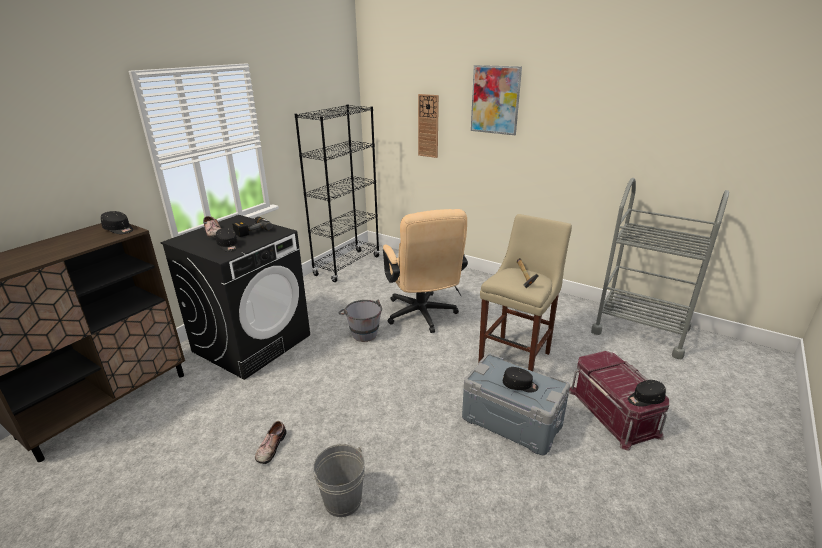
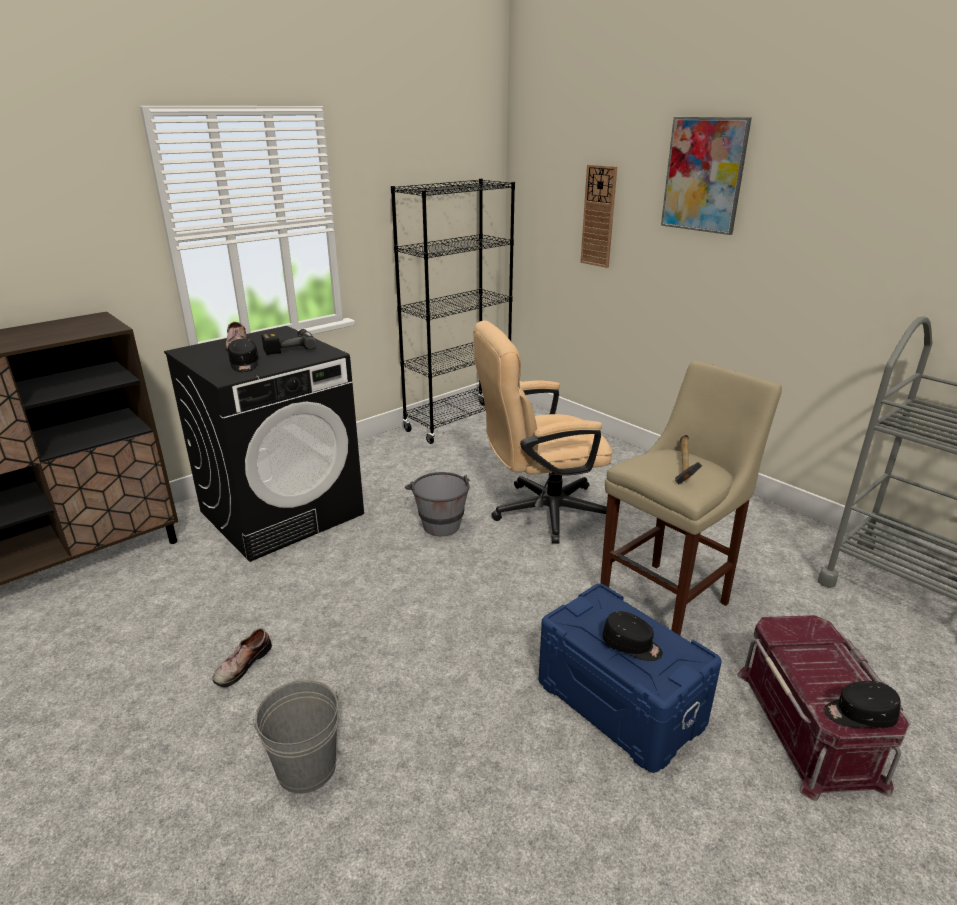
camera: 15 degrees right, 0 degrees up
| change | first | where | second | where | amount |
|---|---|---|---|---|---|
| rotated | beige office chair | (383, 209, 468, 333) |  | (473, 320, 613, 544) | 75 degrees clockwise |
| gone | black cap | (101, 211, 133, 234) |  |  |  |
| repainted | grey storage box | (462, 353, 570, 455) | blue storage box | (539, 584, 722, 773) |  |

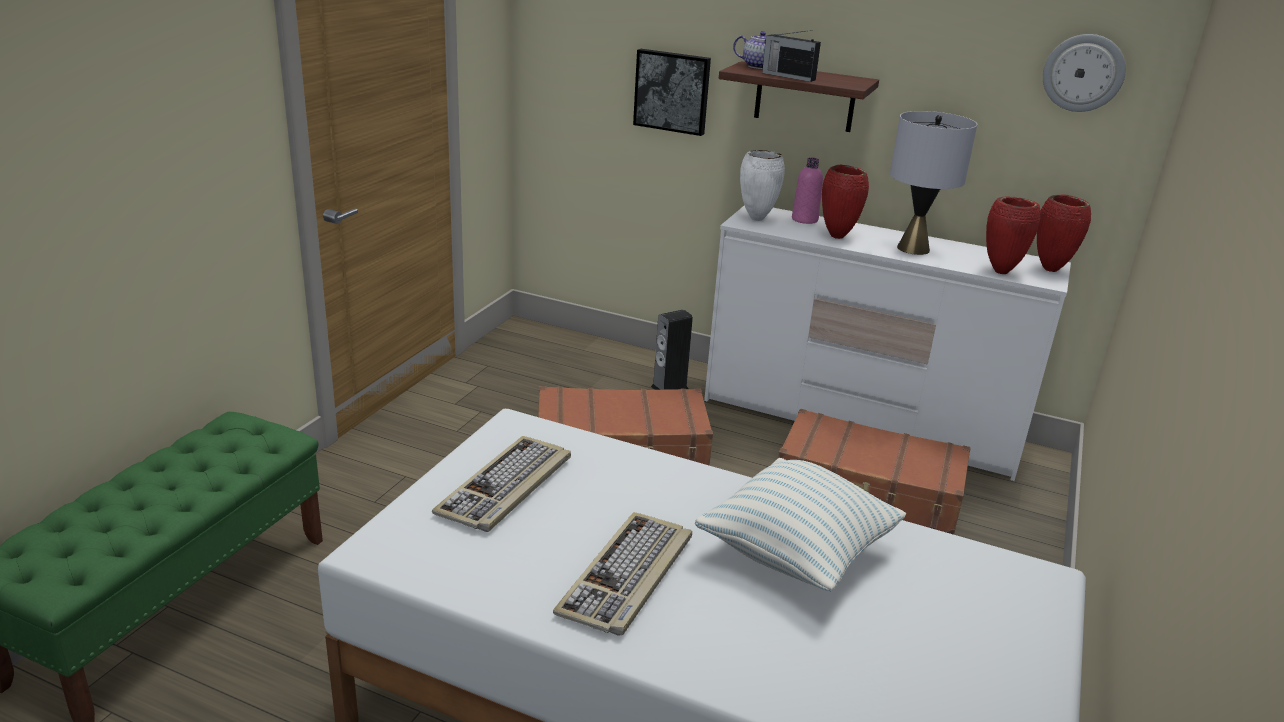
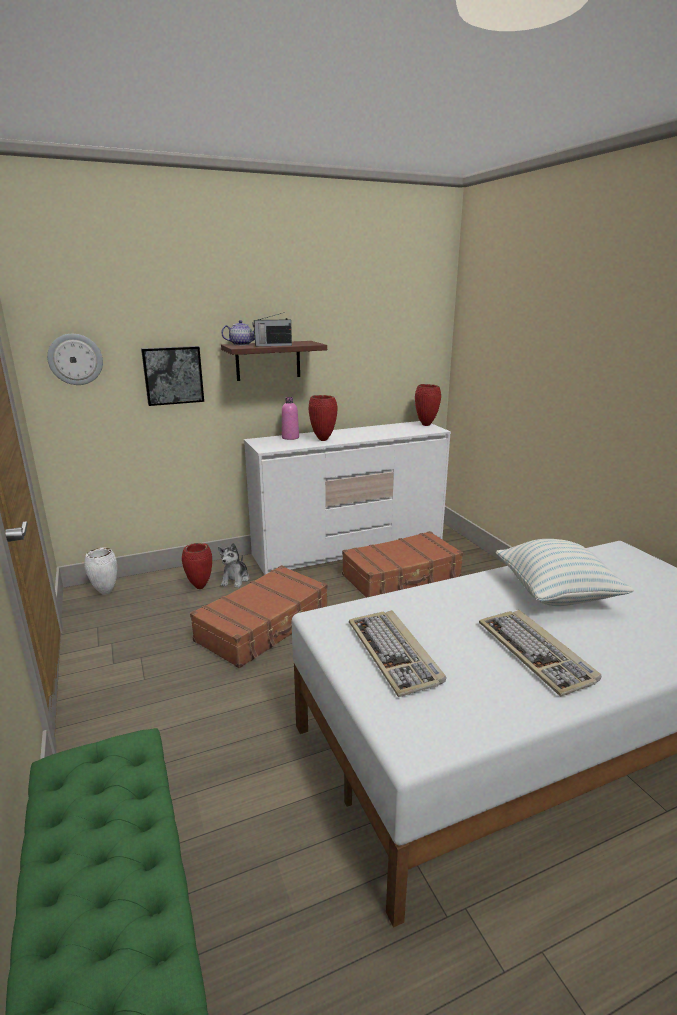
camera: 45 degrees left, 5 degrees down
| change | first | where | second | where | amount |
|---|---|---|---|---|---|
| shifted | wall clock | (1043, 34, 1126, 112) |  | (47, 334, 103, 385) |  |
| gone | grey table lamp | (890, 111, 977, 255) |  |  |  |
| shifted | white vase | (740, 150, 785, 221) |  | (84, 548, 117, 595) |  |
| shifted | red vase | (986, 196, 1041, 274) |  | (182, 543, 212, 589) |  |
| swapped | speaker | (651, 309, 693, 390) | plush toy | (218, 543, 249, 588) |  |

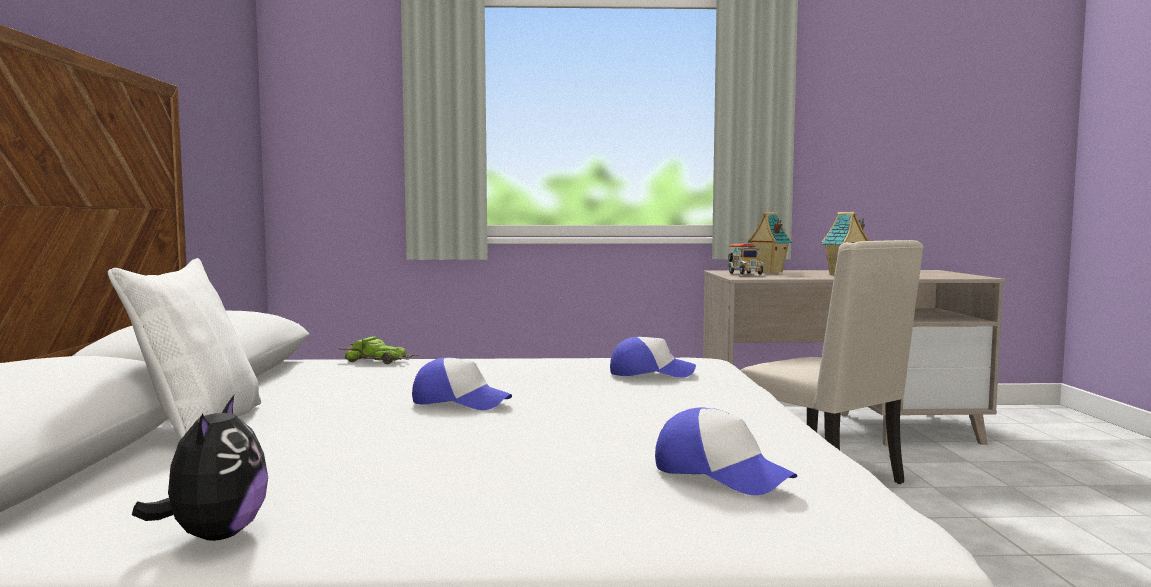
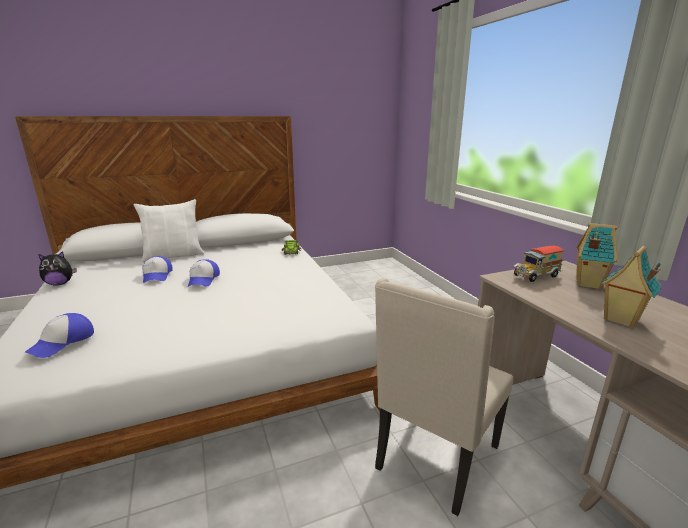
camera: 70 degrees right, 15 degrees up
| change | first | where | second | where | amount |
|---|---|---|---|---|---|
| shifted | cap | (610, 337, 696, 378) |  | (142, 256, 173, 283) |  |

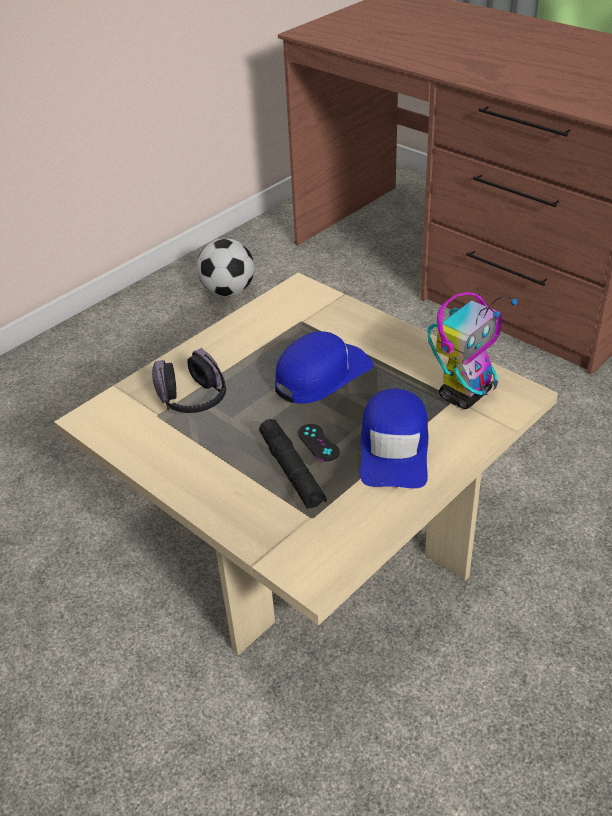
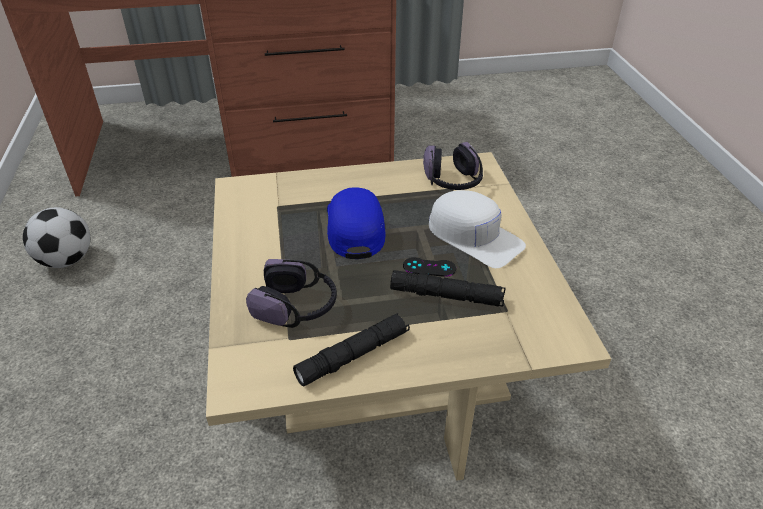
camera: 55 degrees left, 0 degrees up
| change | first | where | second | where | amount |
|---|---|---|---|---|---|
| swapped | toy robot | (428, 292, 518, 409) | headphones | (423, 142, 483, 190) |  |
| repainted | blue cap | (360, 389, 428, 488) | white cap | (429, 190, 526, 268) |  |
| new |  |  | black flashlight | (293, 313, 410, 387) |  |

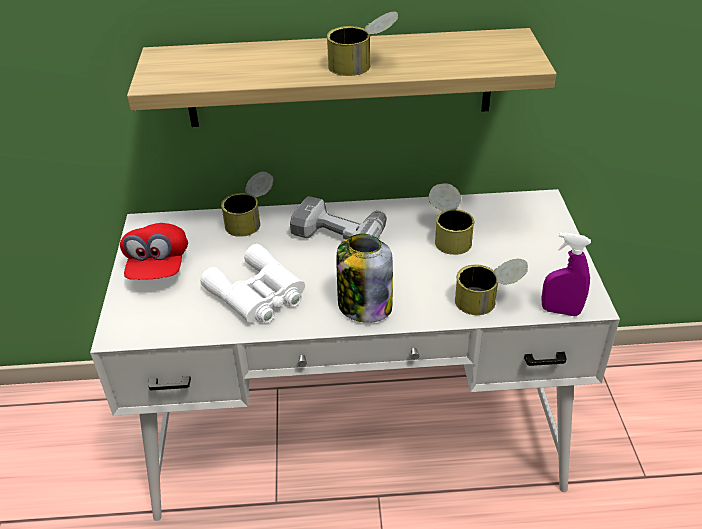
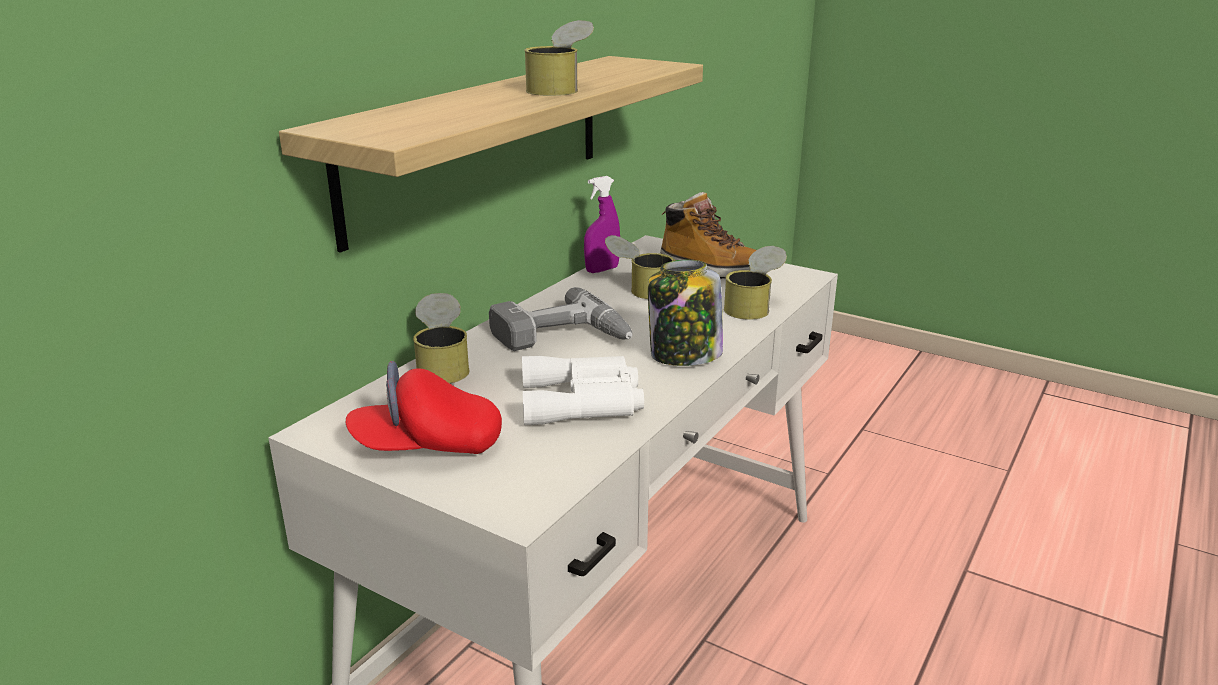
camera: 55 degrees left, 15 degrees down
| change | first | where | second | where | amount |
|---|---|---|---|---|---|
| rotated | red cap | (120, 223, 188, 280) |  | (346, 361, 502, 454) | 135 degrees clockwise |
| shifted | purple spray bottle | (542, 233, 591, 316) |  | (584, 176, 620, 273) |  |
| new |  |  | boot | (660, 192, 756, 279) |  |

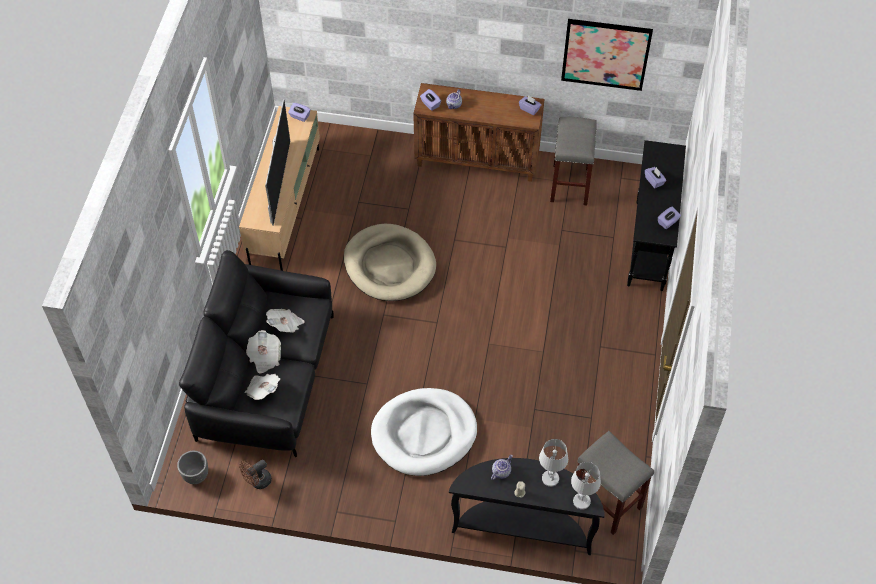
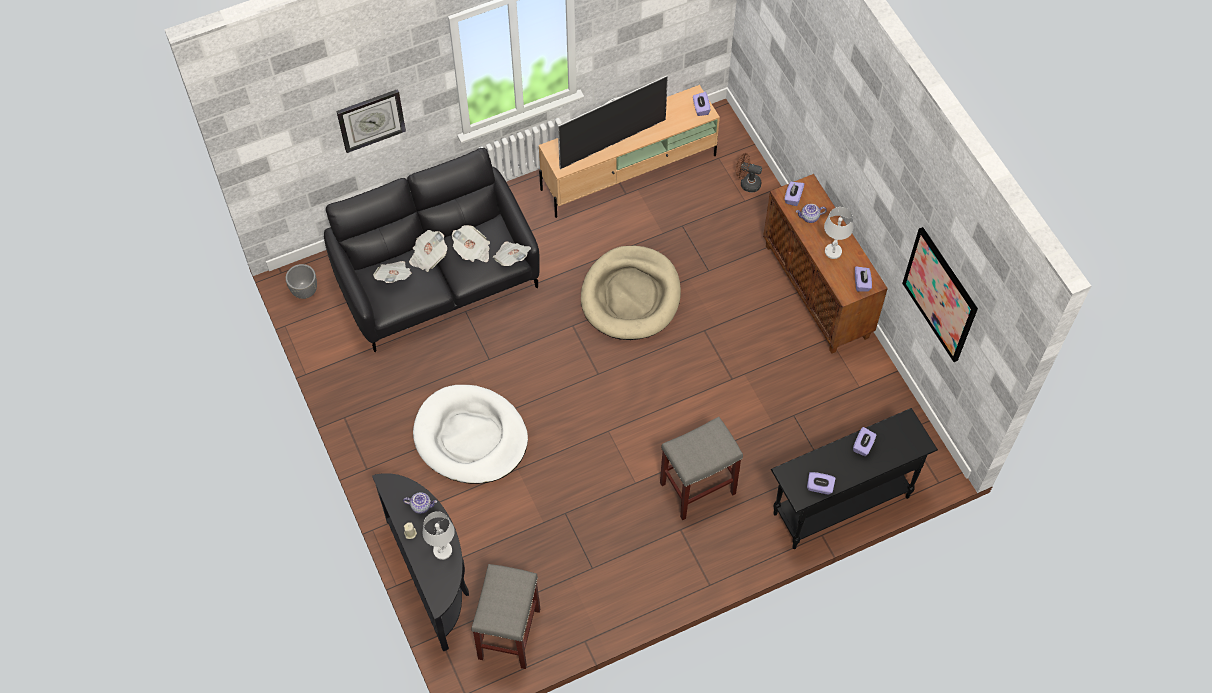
camera: 55 degrees right, 5 degrees up
| change | first | where | second | where | amount |
|---|---|---|---|---|---|
| shifted | grey stool | (550, 117, 597, 206) |  | (660, 417, 743, 520) |  |
| shifted | brown fan | (239, 460, 272, 489) |  | (736, 153, 762, 192) |  |
| shifted | white table lamp | (571, 462, 601, 510) |  | (824, 207, 853, 259) |  |
| new |  |  | wall clock | (336, 89, 406, 153) |  |
| new |  |  | newspaper | (493, 242, 531, 266) |  |

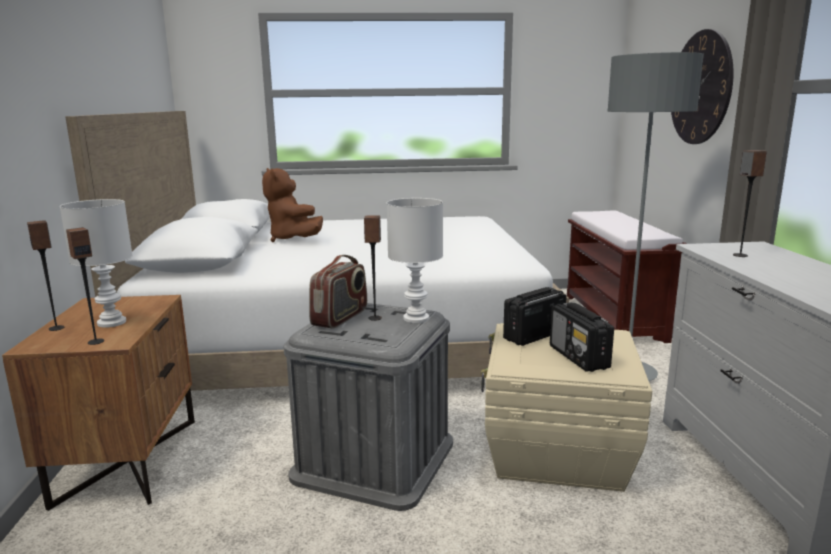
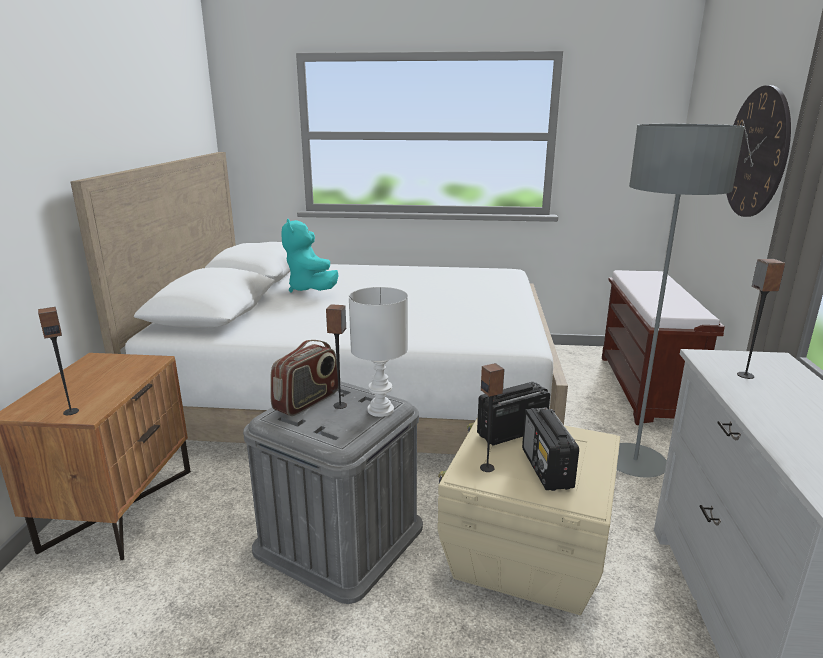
camera: 10 degrees right, 5 degrees up
| change | first | where | second | where | amount |
|---|---|---|---|---|---|
| repainted | brown plush toy | (262, 168, 323, 242) | turquoise plush toy | (281, 219, 339, 293) |  |
| gone | white table lamp | (60, 199, 133, 328) |  |  |  |
| shifted | speaker | (27, 220, 65, 331) |  | (480, 363, 504, 472) |  |

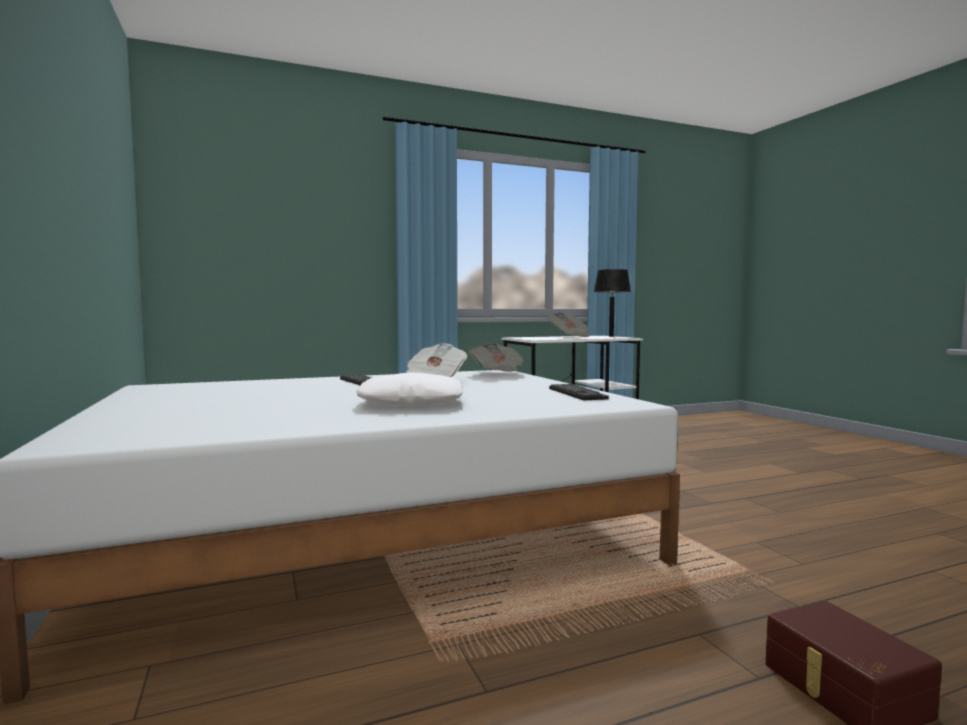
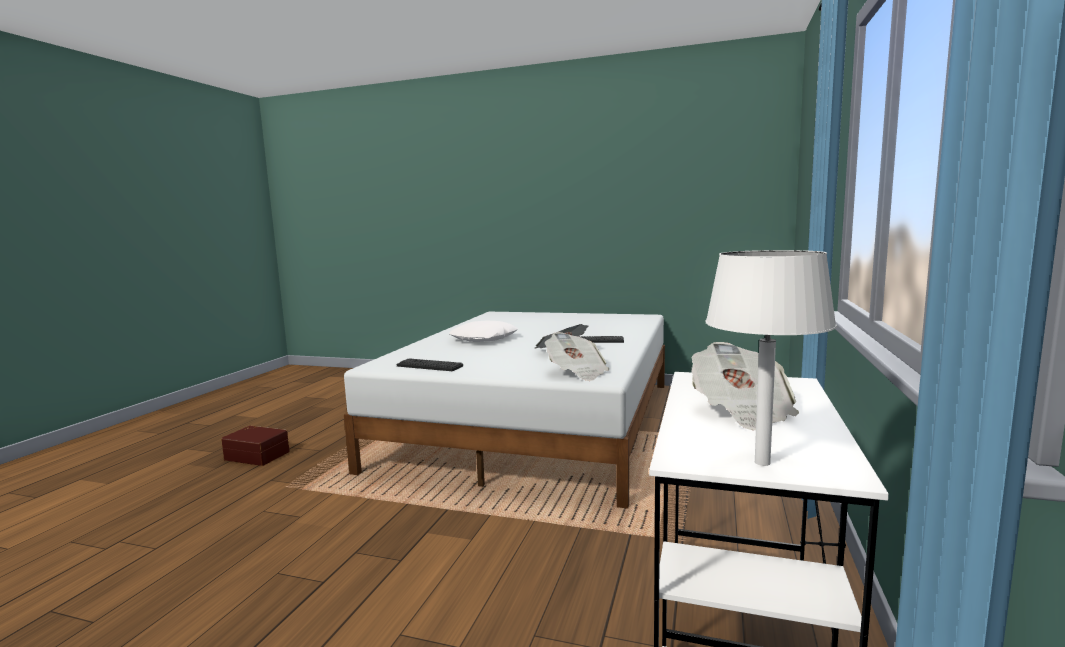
camera: 130 degrees right, 5 degrees up
| change | first | where | second | where | amount |
|---|---|---|---|---|---|
| repainted | black table lamp | (594, 269, 631, 337) | white table lamp | (705, 250, 837, 466) |  |

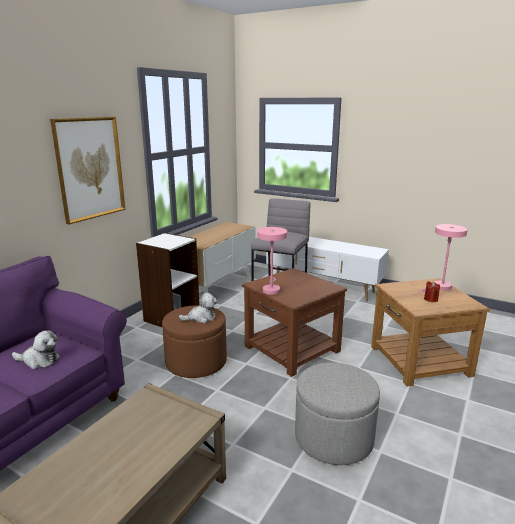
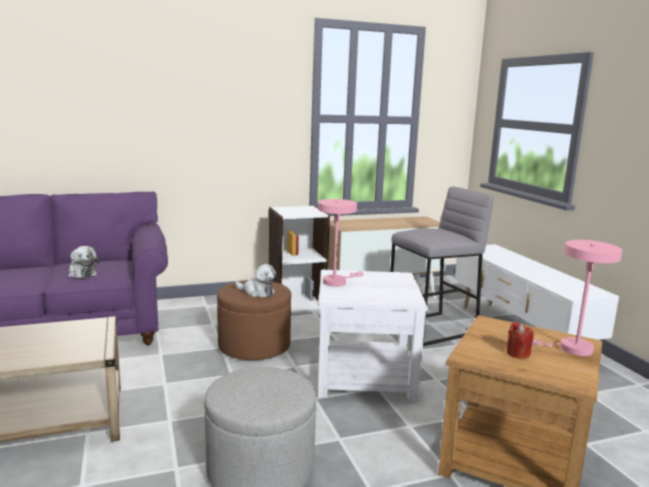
camera: 40 degrees right, 5 degrees down
| change | first | where | second | where | amount |
|---|---|---|---|---|---|
| gone | picture | (50, 117, 125, 224) |  |  |  |
| repainted | brown side table | (242, 268, 347, 377) | white side table | (318, 270, 428, 401) |  |

